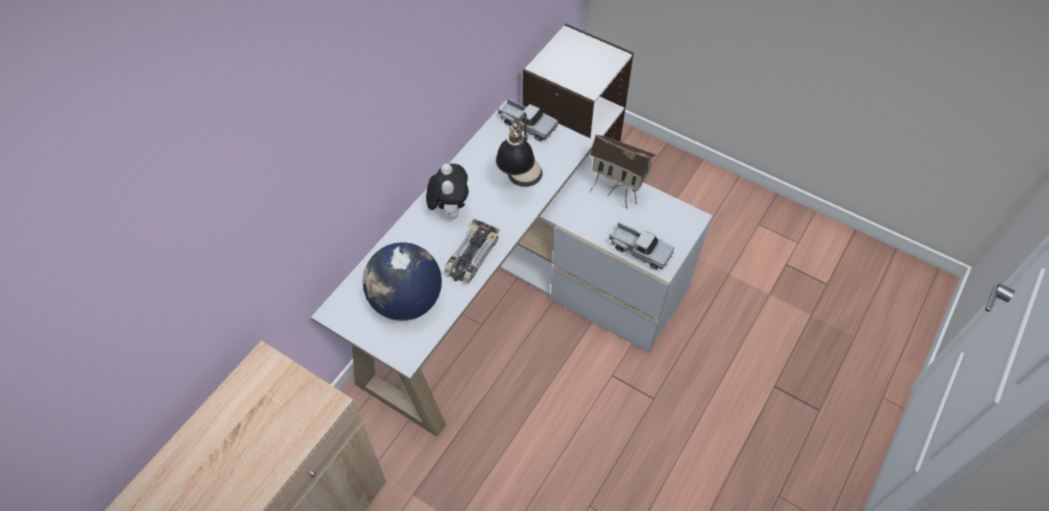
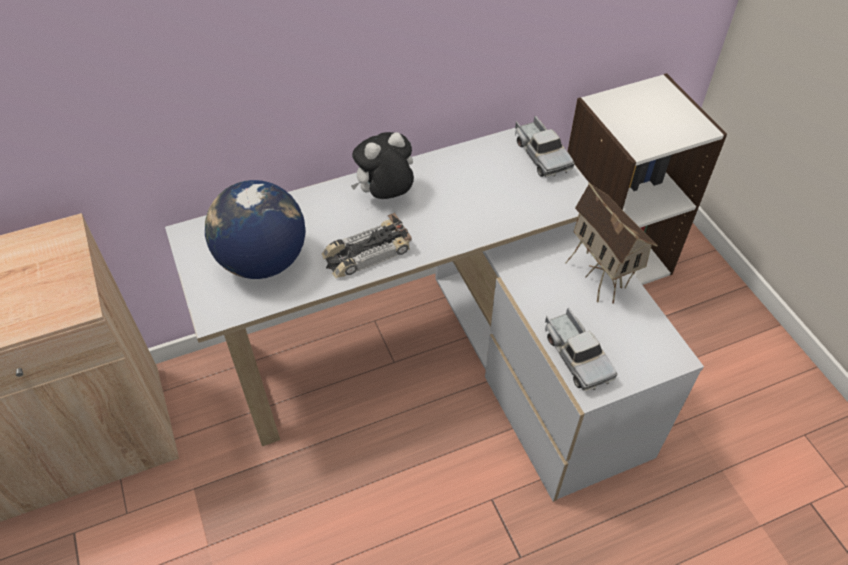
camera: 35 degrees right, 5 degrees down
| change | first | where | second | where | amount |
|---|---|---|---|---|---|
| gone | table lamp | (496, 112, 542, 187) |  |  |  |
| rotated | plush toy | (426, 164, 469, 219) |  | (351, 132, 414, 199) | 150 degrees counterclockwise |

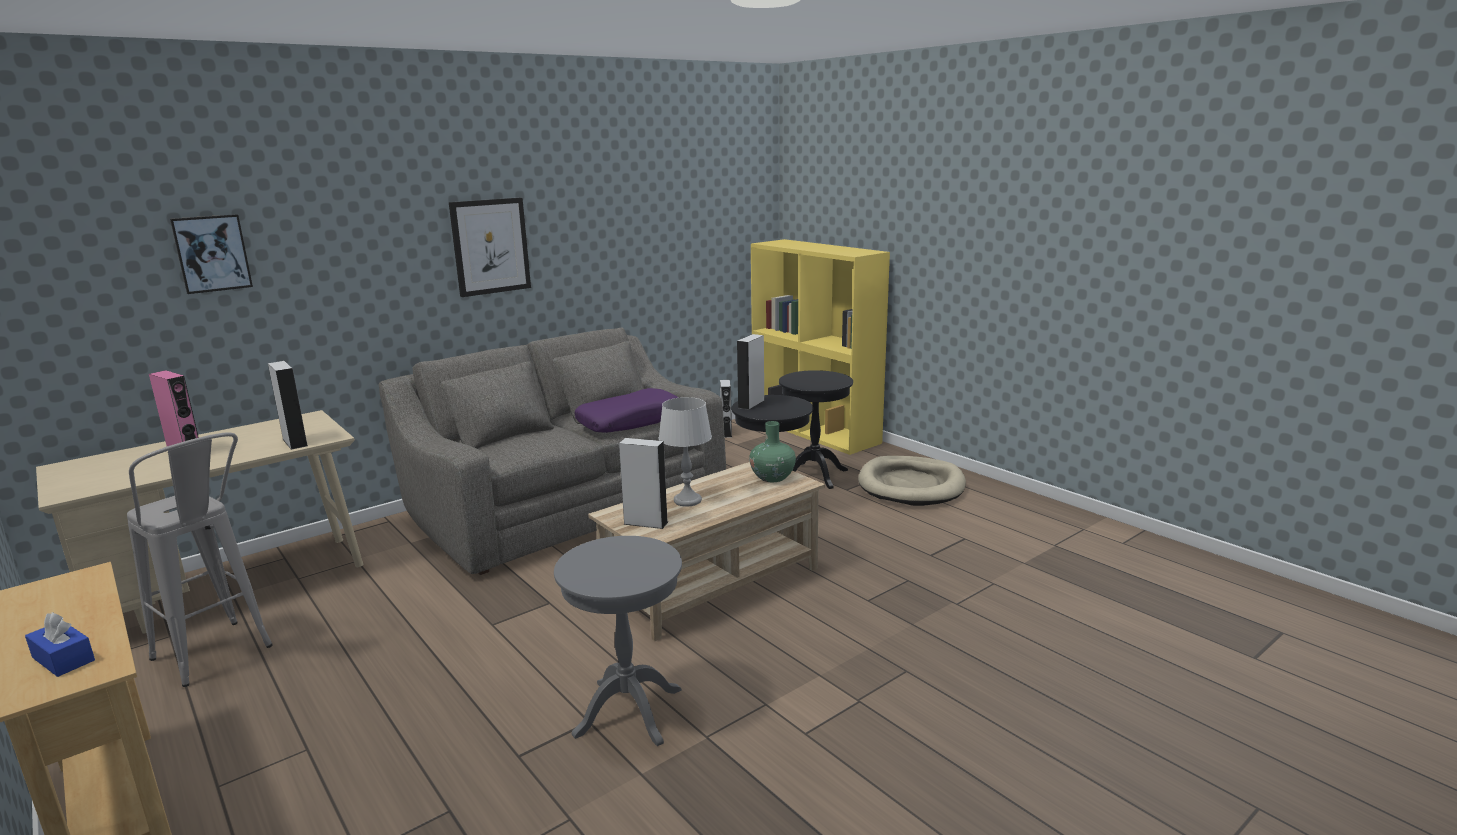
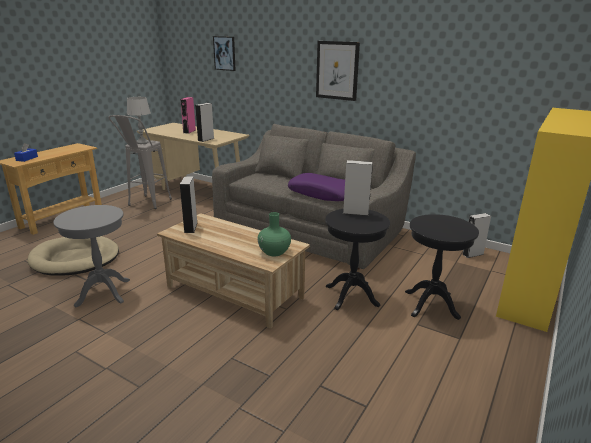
camera: 70 degrees right, 5 degrees up
| change | first | where | second | where | amount |
|---|---|---|---|---|---|
| shifted | grey table lamp | (659, 397, 712, 507) |  | (127, 97, 151, 144) |  |
| shifted | beige dog bed | (858, 456, 966, 506) |  | (28, 236, 119, 276) |  |

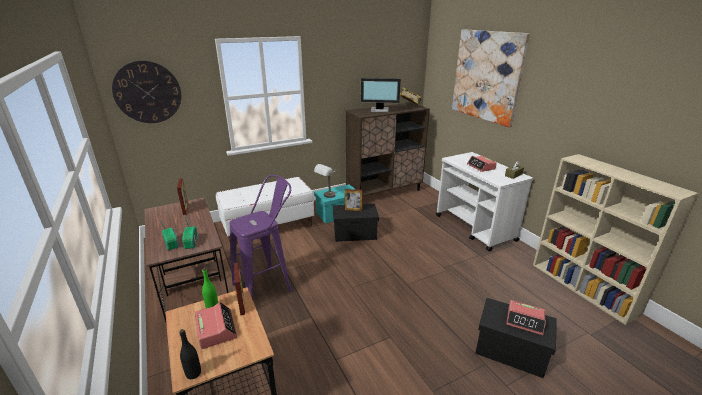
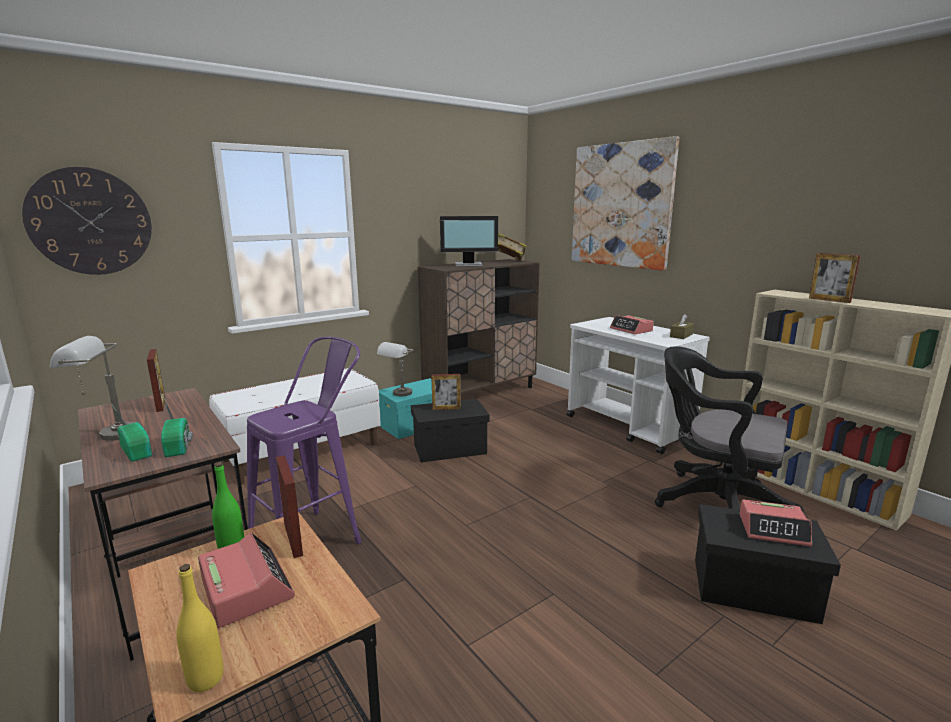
camera: 10 degrees left, 10 degrees down
| change | first | where | second | where | amount |
|---|---|---|---|---|---|
| repainted | black bottle | (180, 329, 201, 379) | yellow bottle | (176, 564, 223, 692) |  |
| new |  |  | picture frame | (809, 253, 861, 303) |  |
| new |  |  | grey table lamp | (50, 336, 136, 441) |  |
| new |  |  | black office chair | (655, 346, 804, 513) |  |

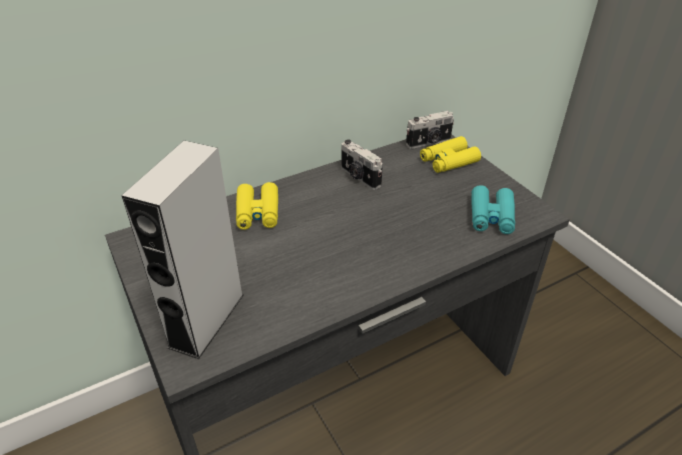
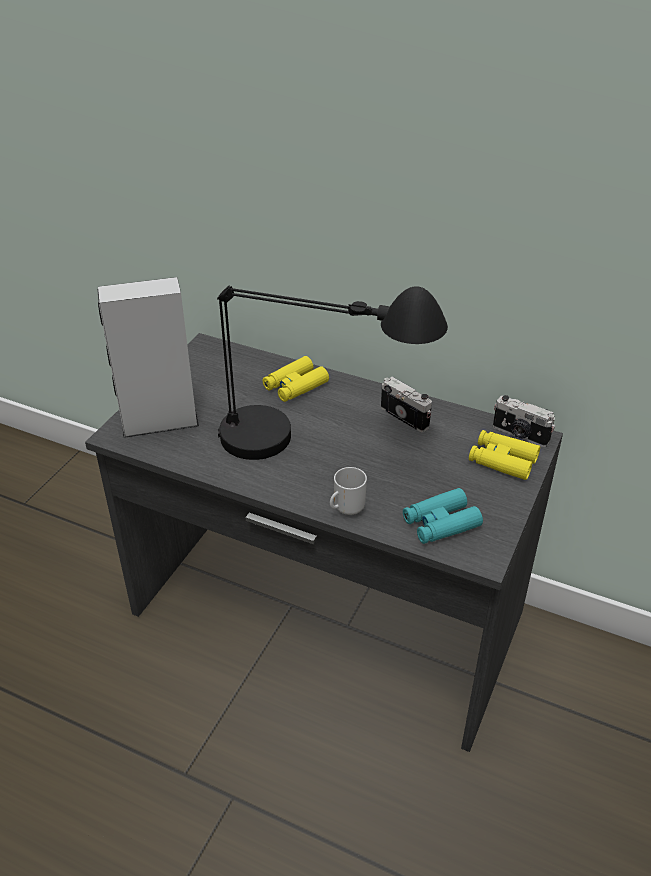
camera: 55 degrees right, 0 degrees up
| change | first | where | second | where | amount |
|---|---|---|---|---|---|
| rotated | photo camera | (341, 139, 383, 190) |  | (381, 377, 432, 433) | 120 degrees clockwise |
| new |  |  | black table lamp | (217, 286, 448, 460) |  |
| new |  |  | mug | (330, 467, 367, 515) |  |

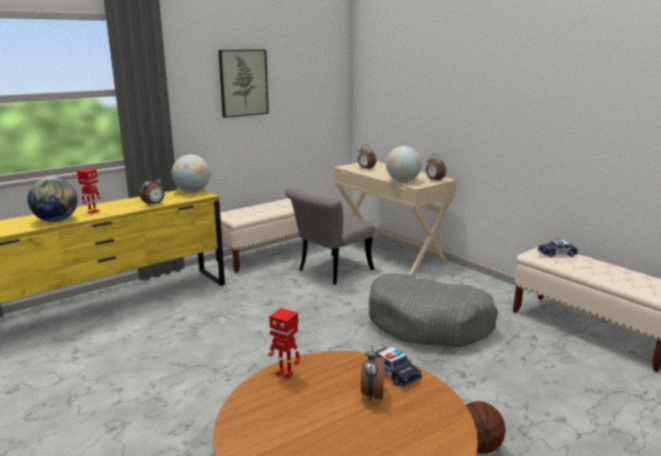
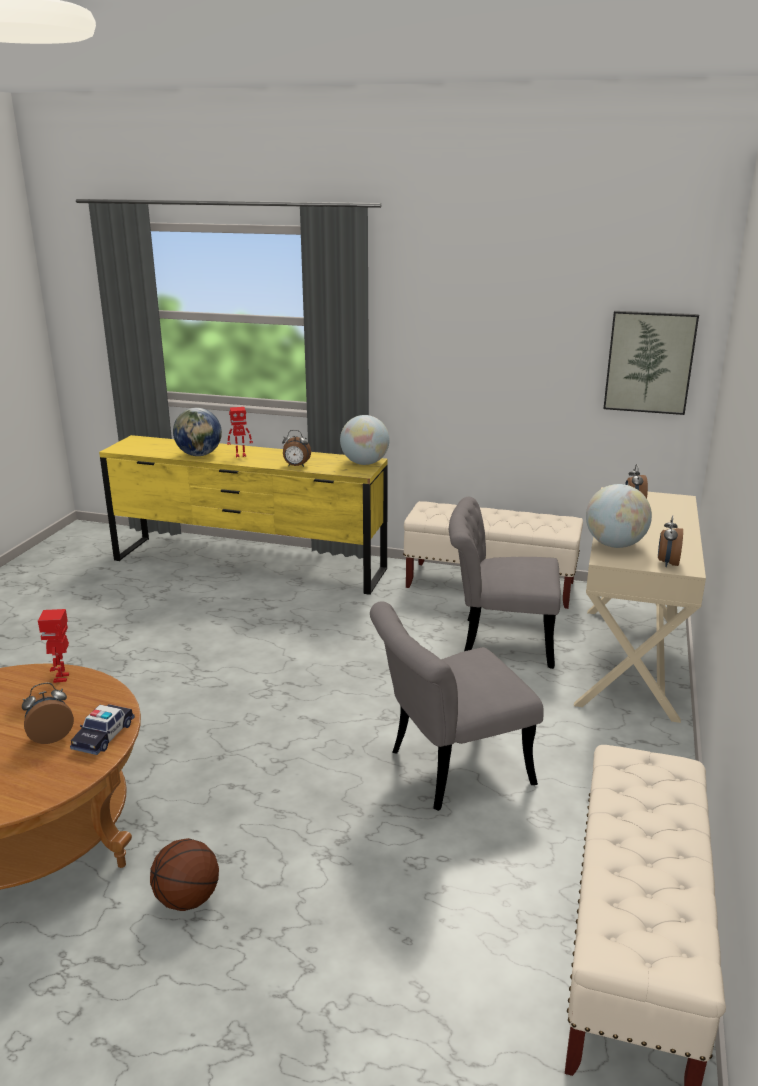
camera: 55 degrees right, 5 degrees up
| change | first | where | second | where | amount |
|---|---|---|---|---|---|
| shifted | picture | (218, 50, 269, 118) |  | (603, 311, 699, 415) |  |
| gone | toy car | (537, 239, 578, 257) |  |  |  |
| swapped | grey dog bed | (369, 273, 498, 347) | grey chair | (370, 601, 544, 811) |  |

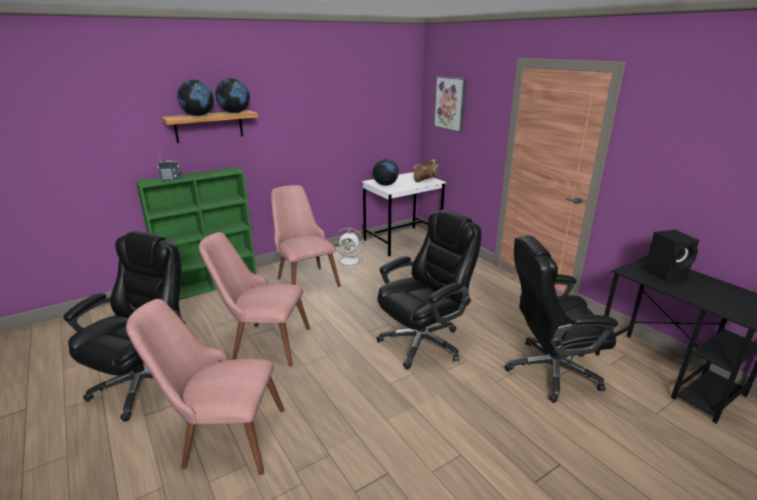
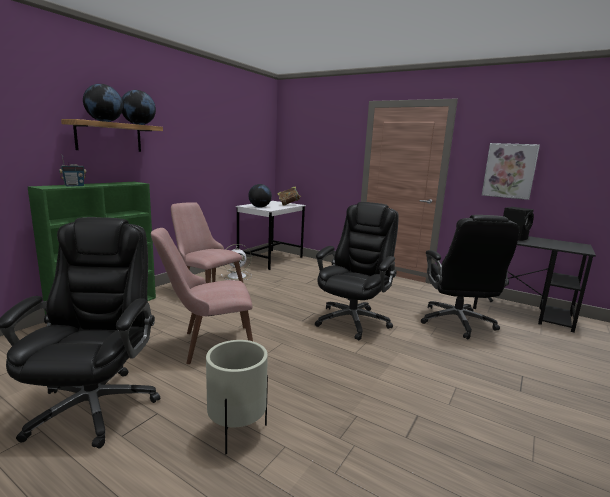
camera: 25 degrees left, 10 degrees down
| change | first | where | second | where | amount |
|---|---|---|---|---|---|
| shifted | picture | (434, 76, 466, 132) |  | (482, 143, 540, 200) |  |
| rotated | black office chair | (504, 235, 618, 403) |  | (421, 215, 520, 339) | 60 degrees counterclockwise |
| swapped | pink chair | (126, 299, 284, 475) | beige planter | (206, 340, 268, 455) |  |

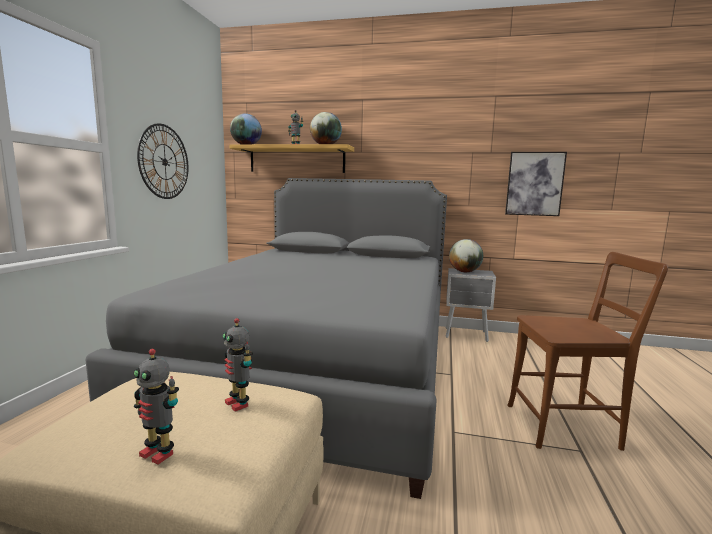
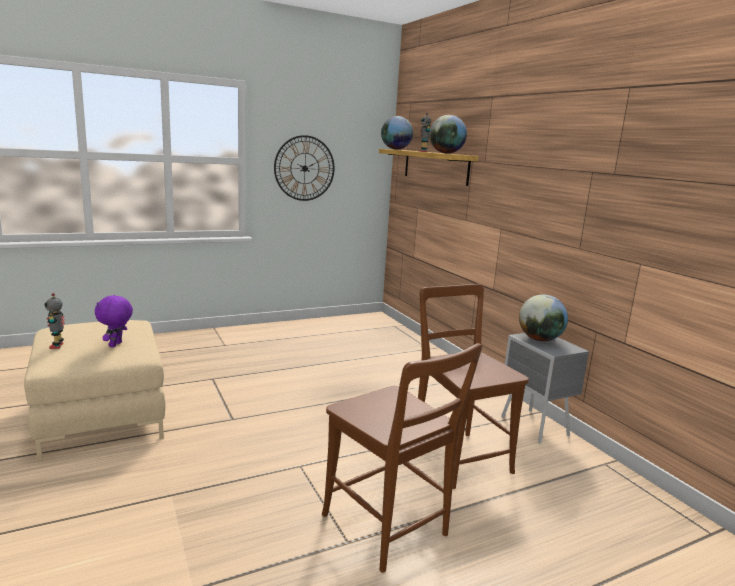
camera: 50 degrees right, 5 degrees up
| change | first | where | second | where | amount |
|---|---|---|---|---|---|
| gone | picture | (505, 152, 567, 216) |  |  |  |
| gone | grey bed | (85, 178, 447, 499) |  |  |  |
| swapped | toy robot | (223, 318, 253, 411) | purple plush toy | (95, 295, 133, 347) |  |
| new |  |  | brown chair | (418, 284, 529, 489) |  |

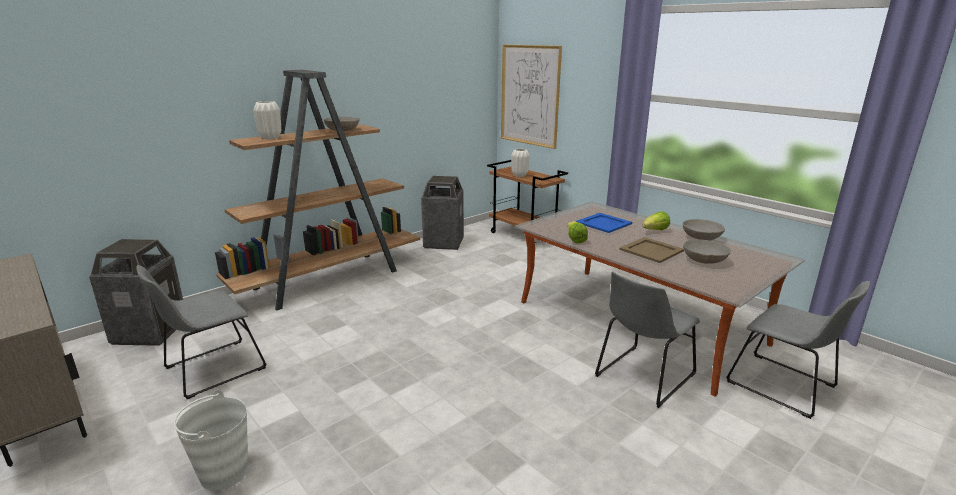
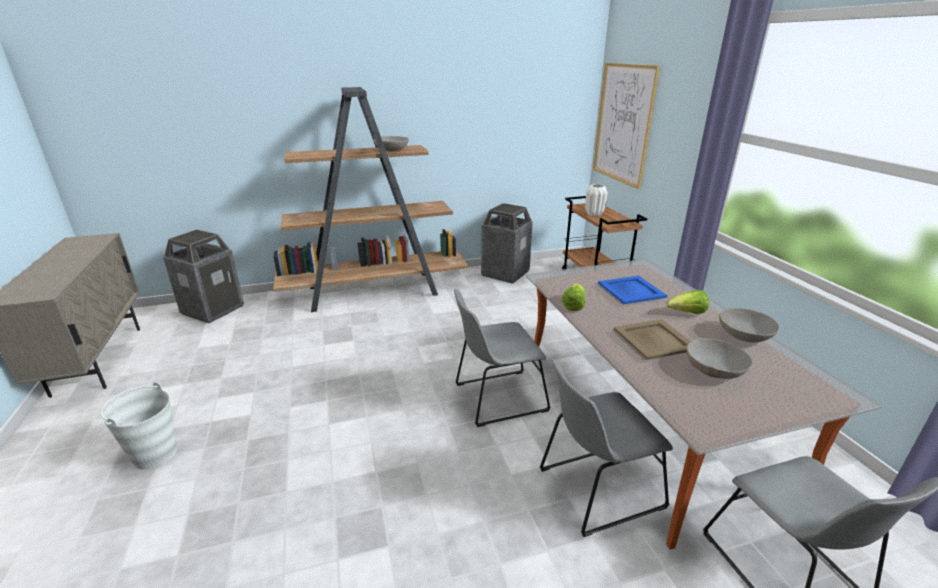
camera: 25 degrees right, 5 degrees up
| change | first | where | second | where | amount |
|---|---|---|---|---|---|
| gone | white vase | (253, 101, 281, 139) |  |  |  |
| shifted | grey chair | (136, 265, 267, 399) |  | (454, 289, 551, 427) |  |

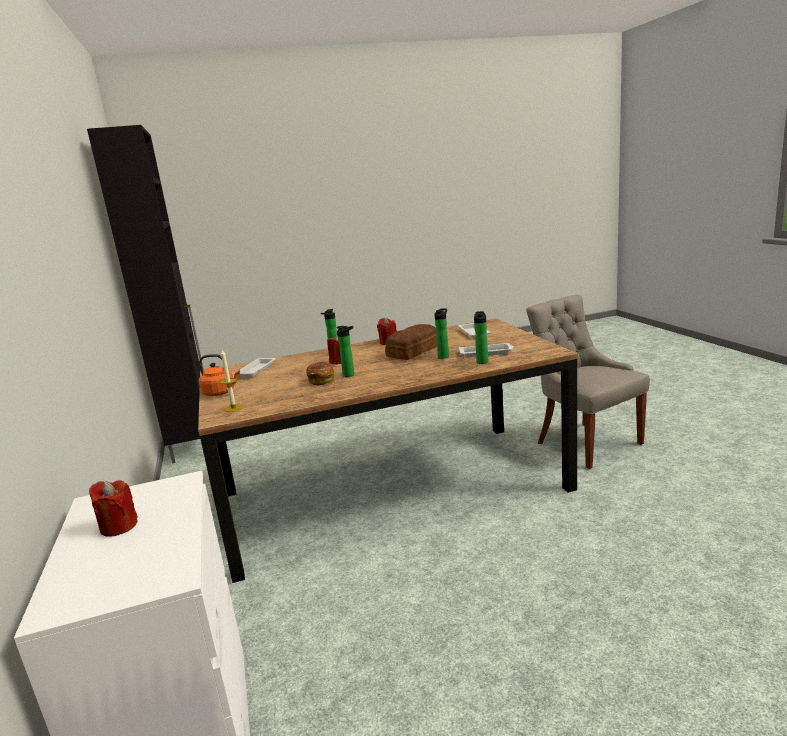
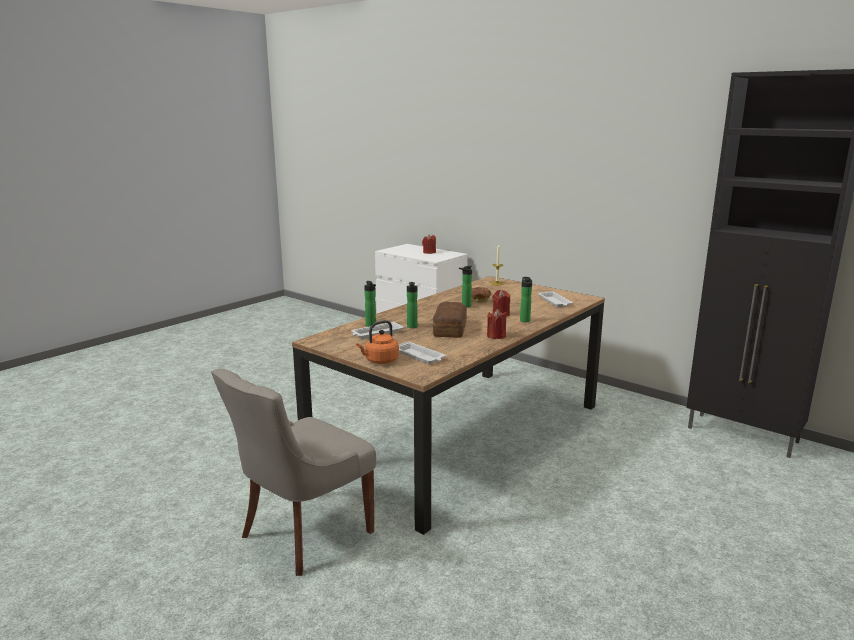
camera: 145 degrees right, 0 degrees up
| change | first | where | second | where | amount |
|---|---|---|---|---|---|
| rotated | grey chair | (526, 295, 650, 469) |  | (211, 369, 376, 576) | 105 degrees clockwise |
| shifted | orange kettle | (199, 354, 240, 396) |  | (356, 320, 399, 364) |  |

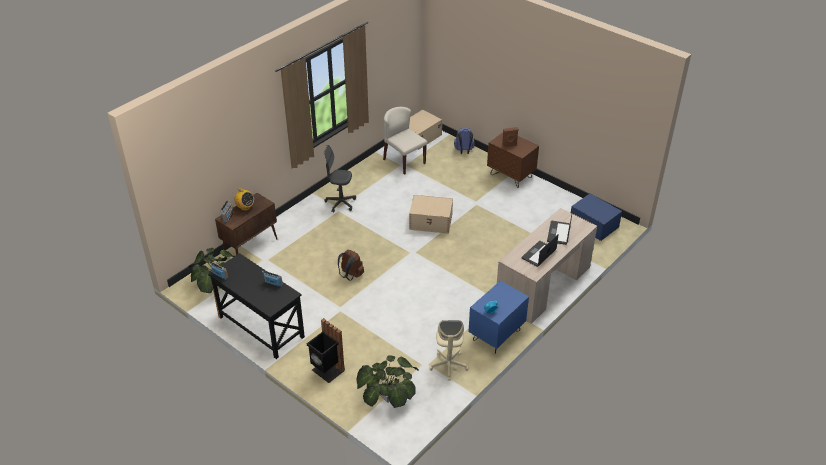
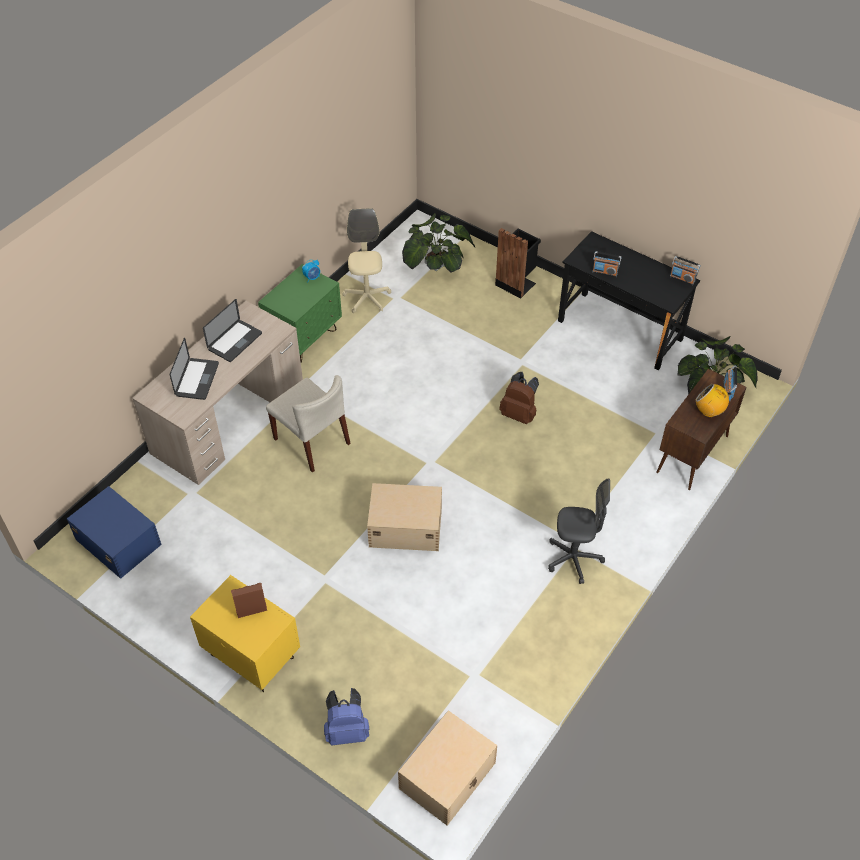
camera: 175 degrees right, 10 degrees up
| change | first | where | second | where | amount |
|---|---|---|---|---|---|
| shifted | beige chair | (383, 107, 427, 175) |  | (266, 375, 351, 473) |  |
| repainted | brown nightstand | (487, 133, 539, 188) | yellow nightstand | (190, 575, 300, 692) |  |
| repainted | blue nightstand | (469, 280, 529, 354) | green nightstand | (258, 264, 342, 363) |  |

